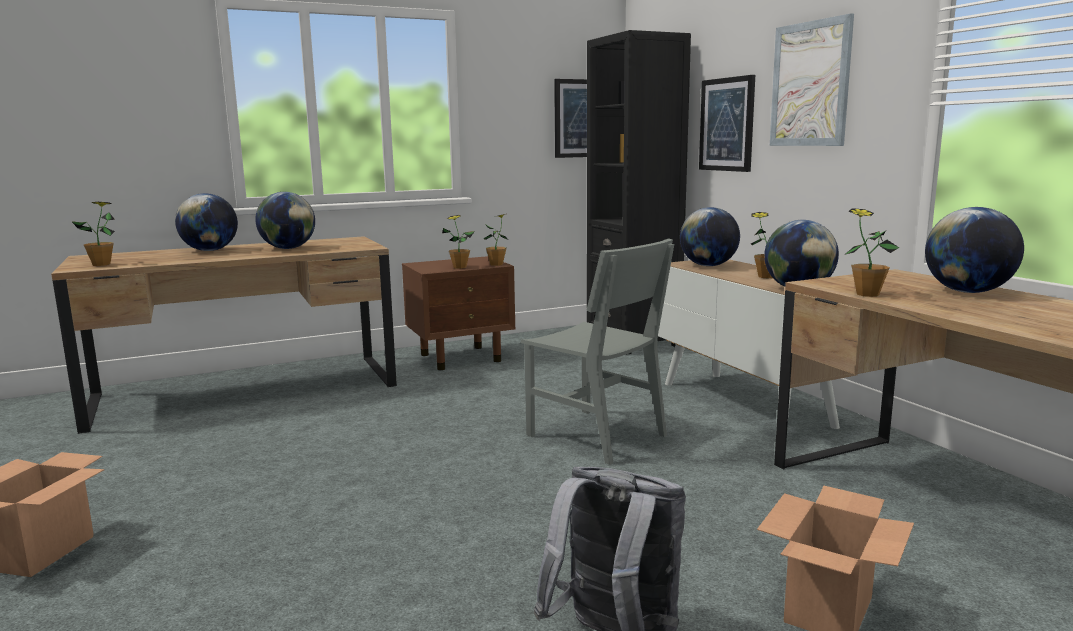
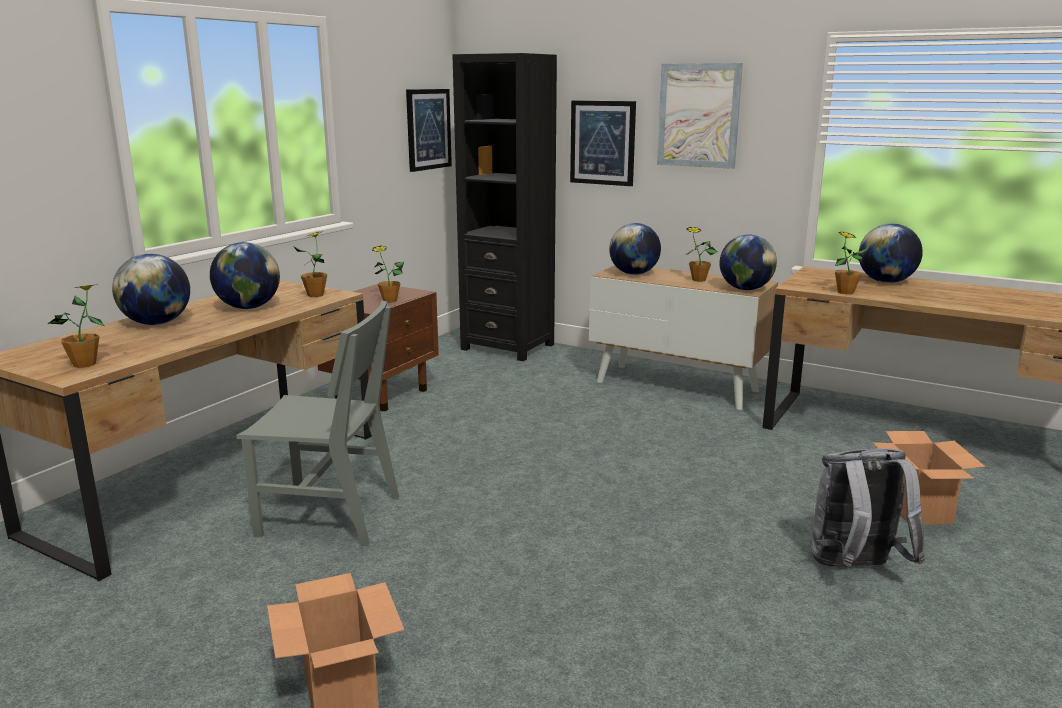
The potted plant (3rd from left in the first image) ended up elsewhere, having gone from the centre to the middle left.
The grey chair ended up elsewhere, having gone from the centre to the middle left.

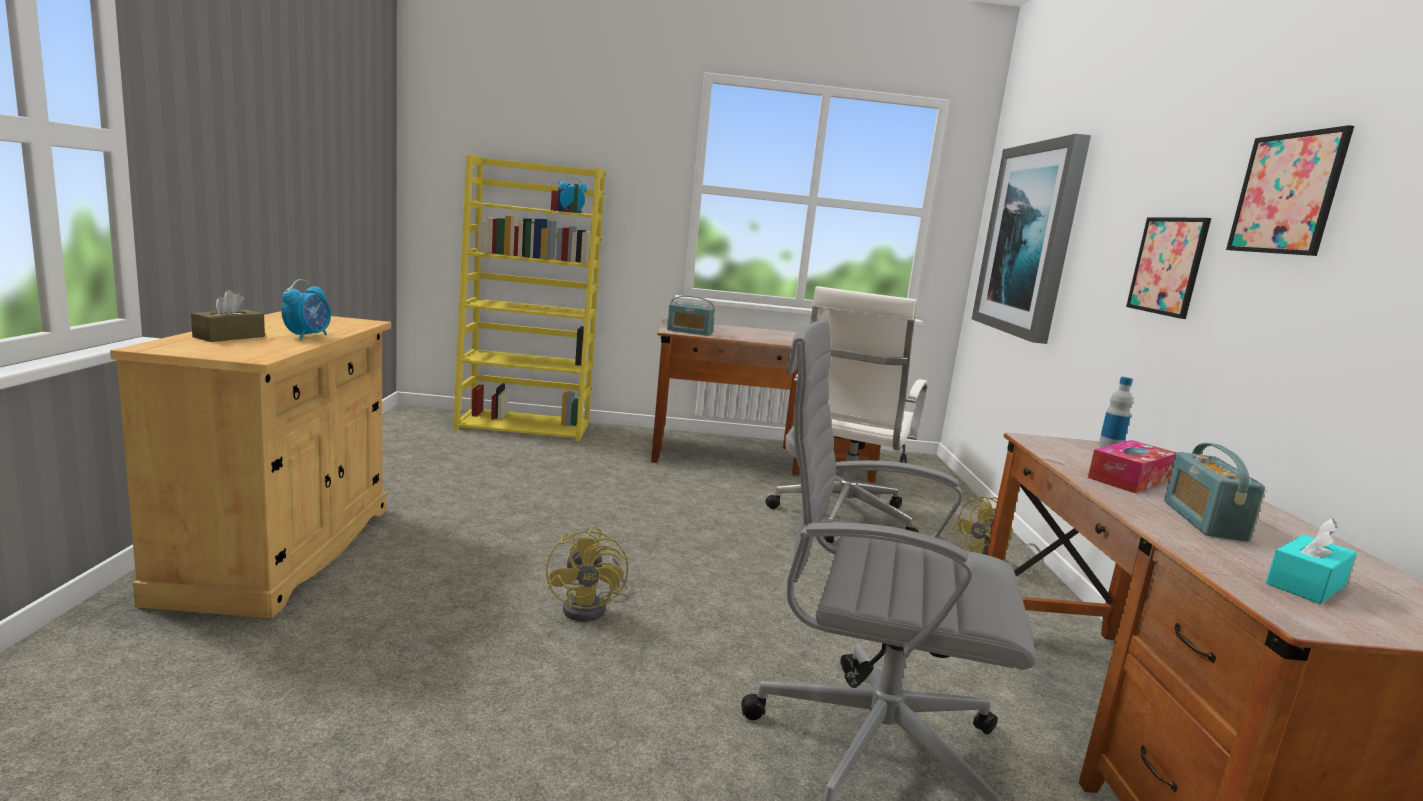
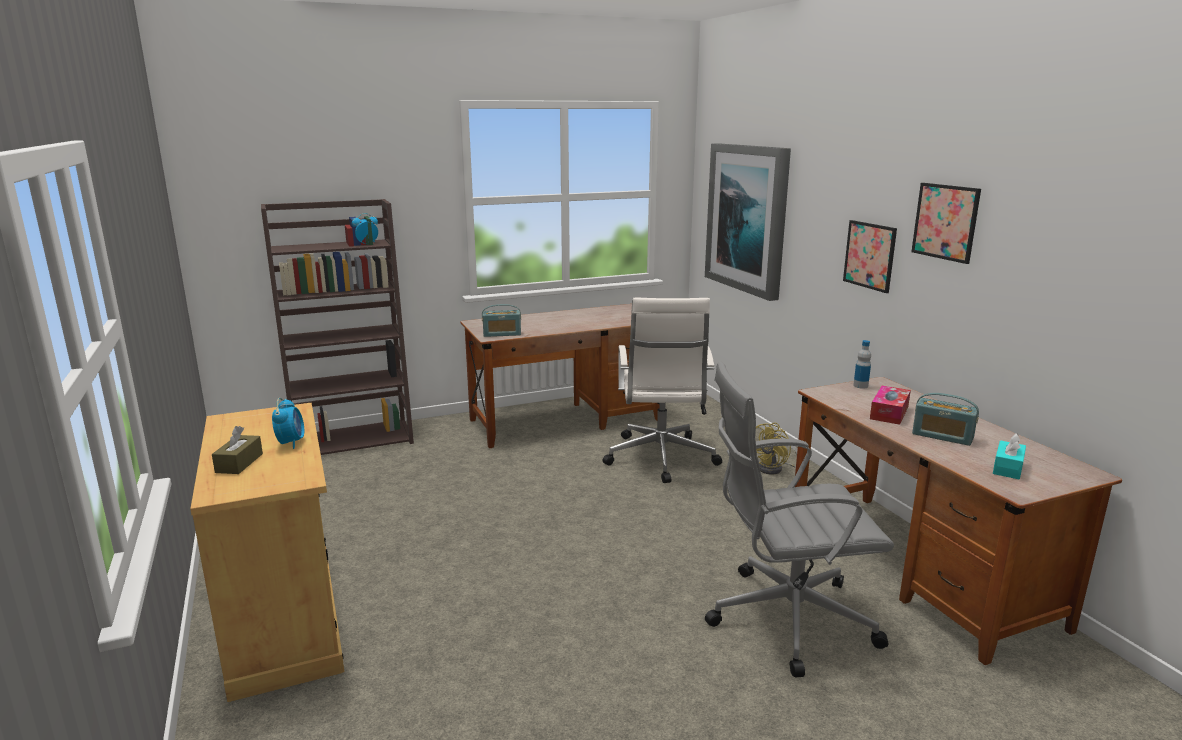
What was the yellow bookcase at the centre turned into the brown bookcase at the middle left.
The second view lost the yellow fan (1st from left) at the bottom centre.
The radio (2nd from left) at the middle right ended up facing another way, 45 degrees counterclockwise from before.

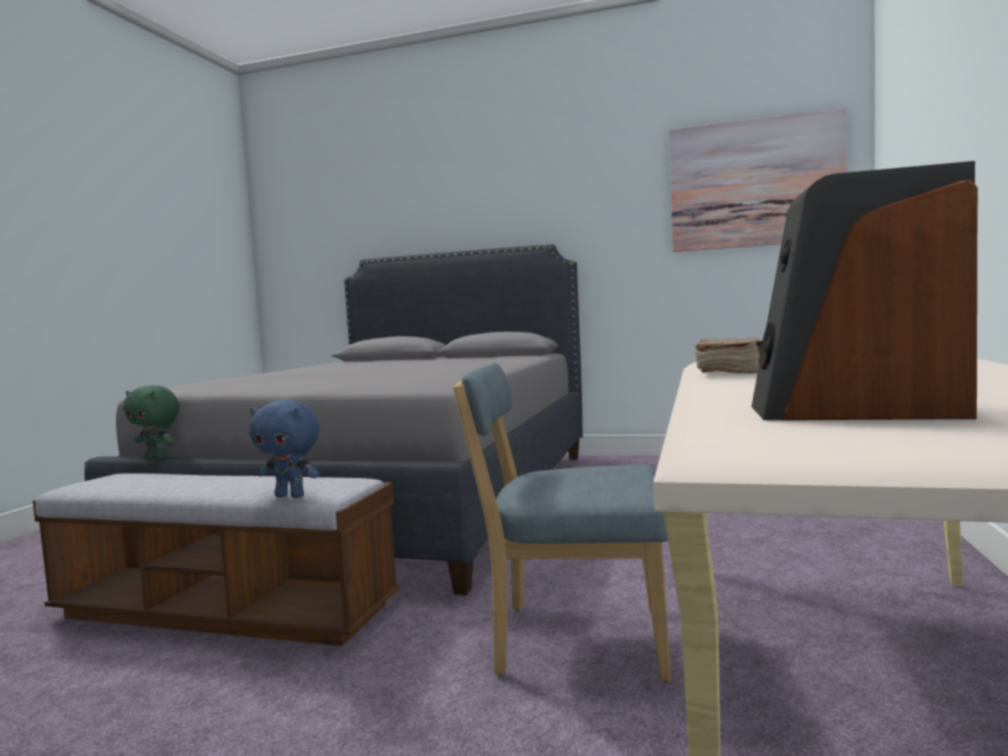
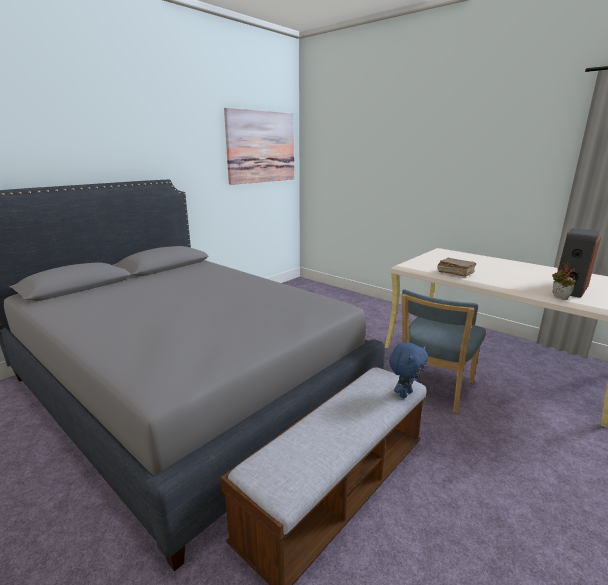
The second view lost the green plush toy at the middle left.
The second view gained the potted plant at the middle right.

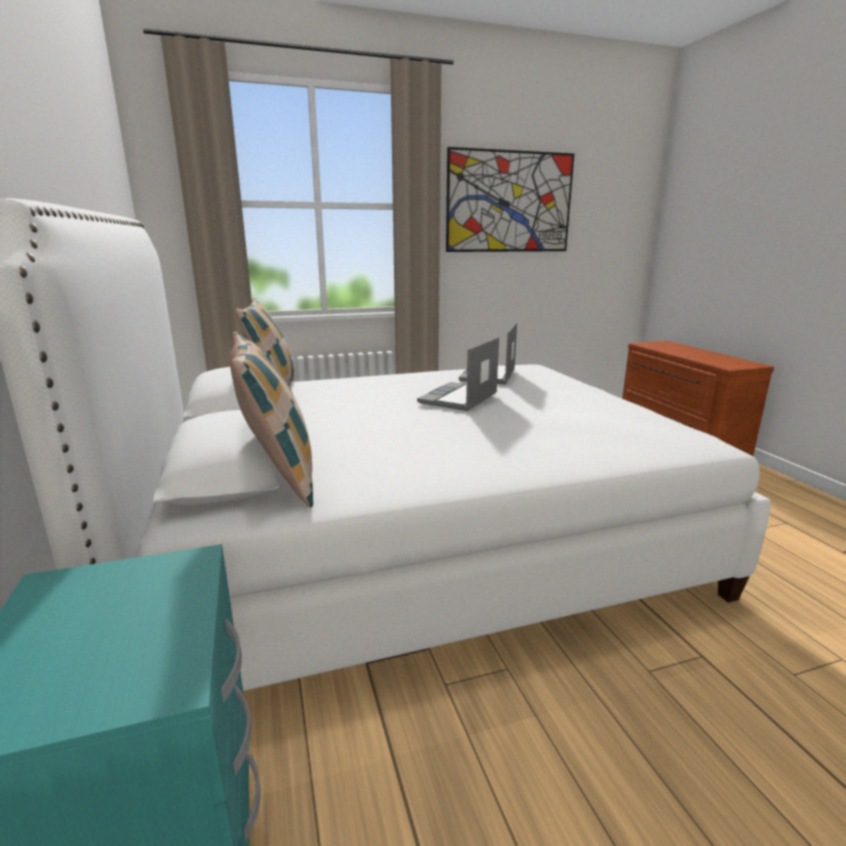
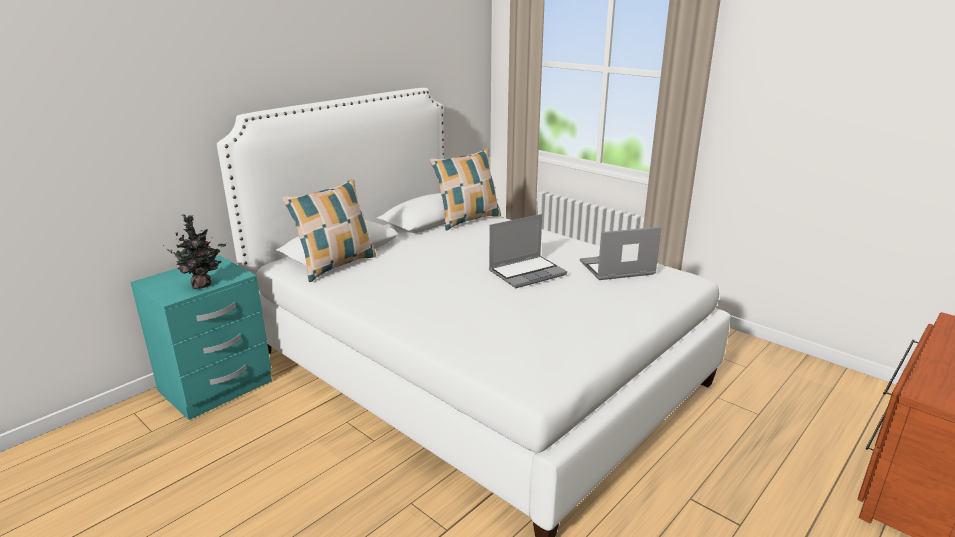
The laptop (1st from left) at the centre ended up facing another way, 150 degrees clockwise from before.
The second view lost the picture at the top centre.
The second view gained the potted plant at the middle left.

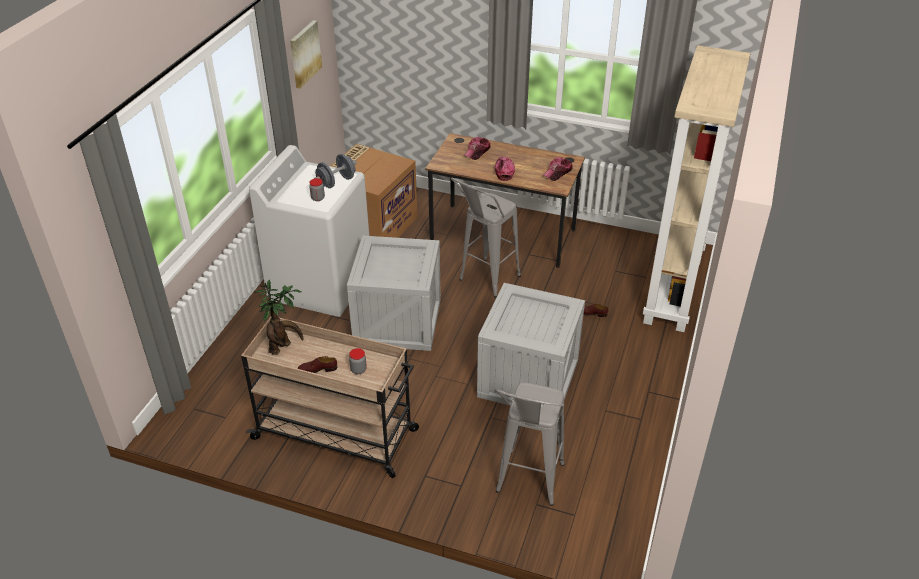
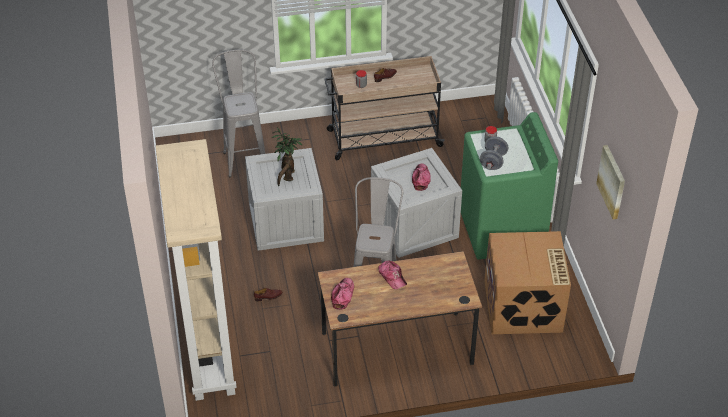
What was the white washing machine at the centre turned into the green washing machine at the middle right.
The potted plant ended up elsewhere, having gone from the middle left to the centre.
The cap (1st from left in the first image) ended up elsewhere, having gone from the top centre to the centre.

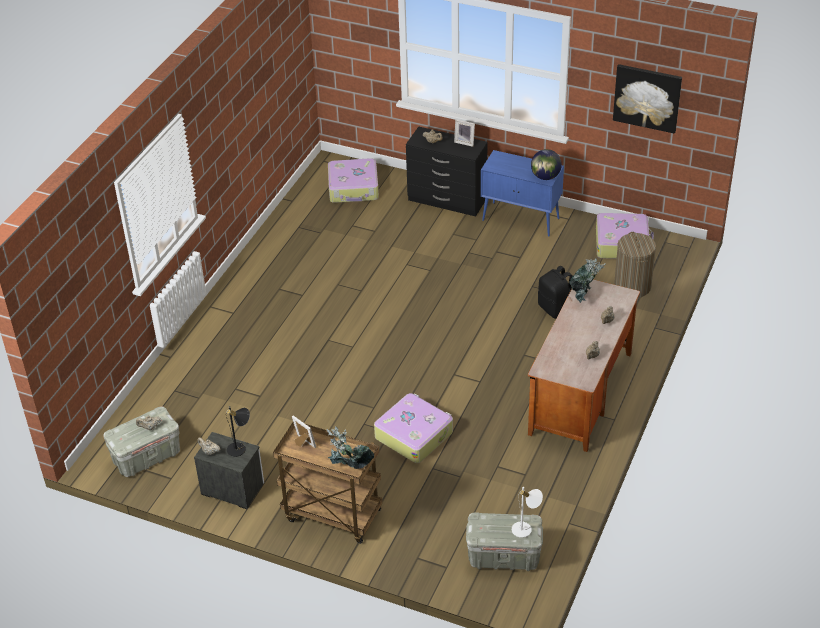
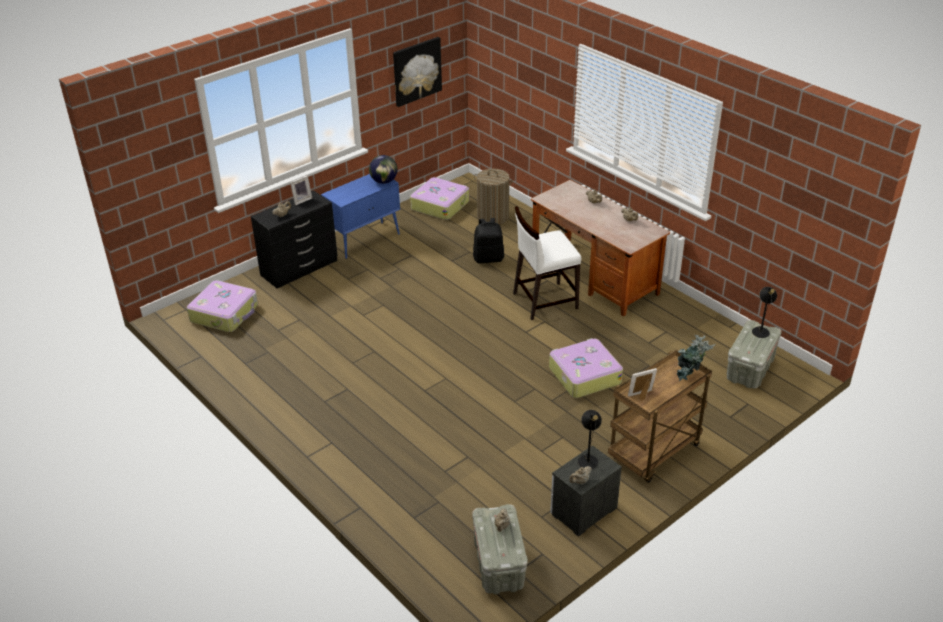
What was the white table lamp at the bottom centre turned into the black table lamp (2nd from left) at the middle right.
The second view lost the potted plant (2nd from left) at the middle right.
The second view gained the white chair at the centre.

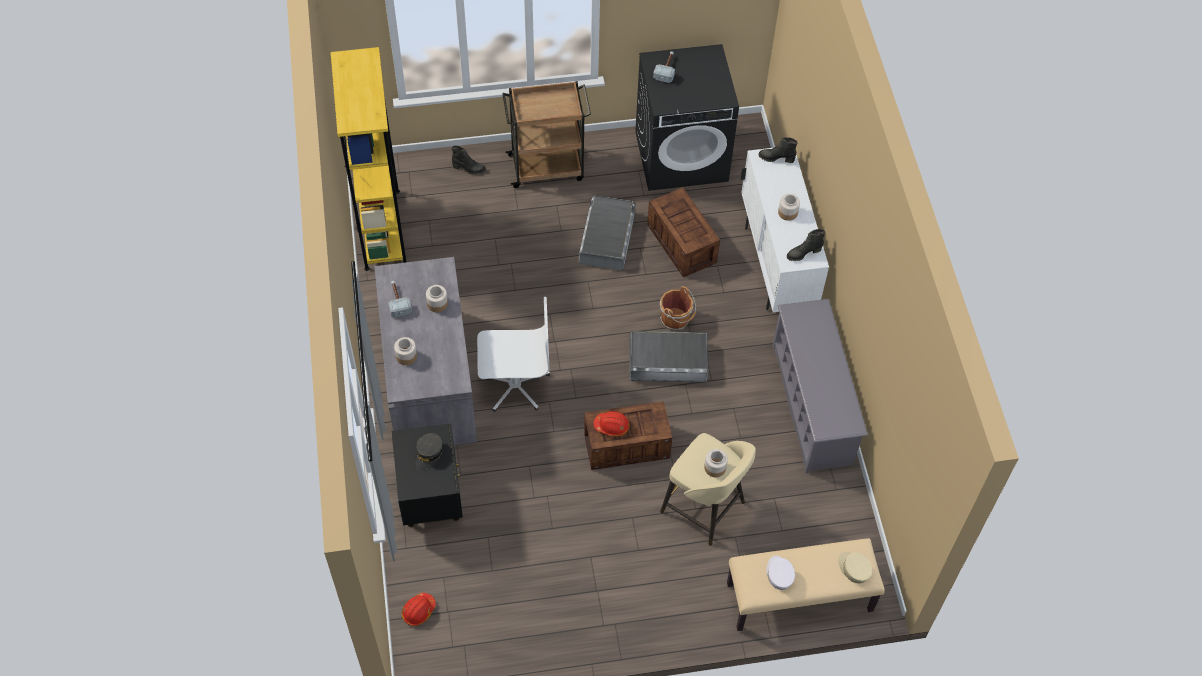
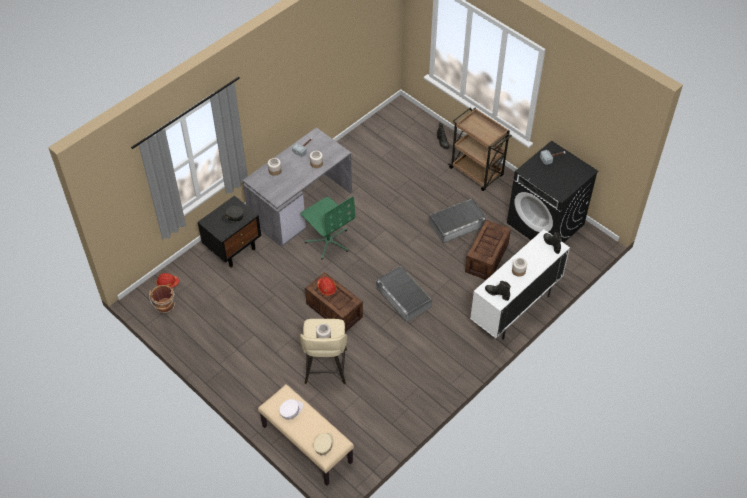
The second view lost the yellow bookcase at the top left.
What was the white office chair at the centre turned into the green office chair at the centre.
The brown bucket ended up elsewhere, having gone from the centre to the middle left.
The second view lost the grey shoe rack at the middle right.

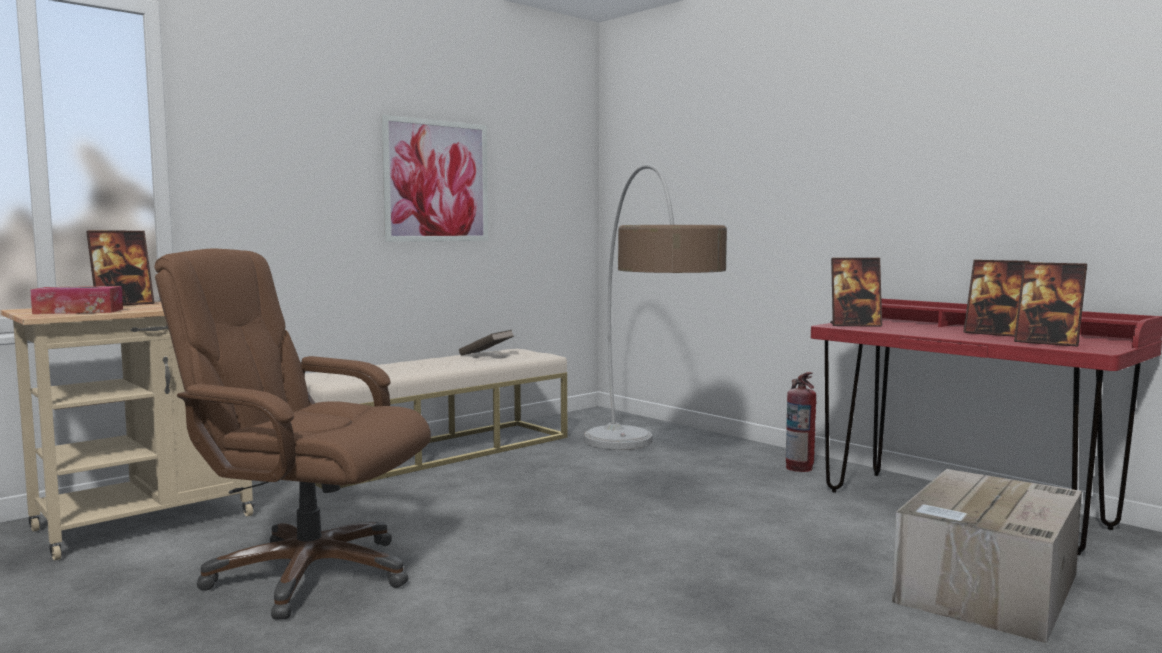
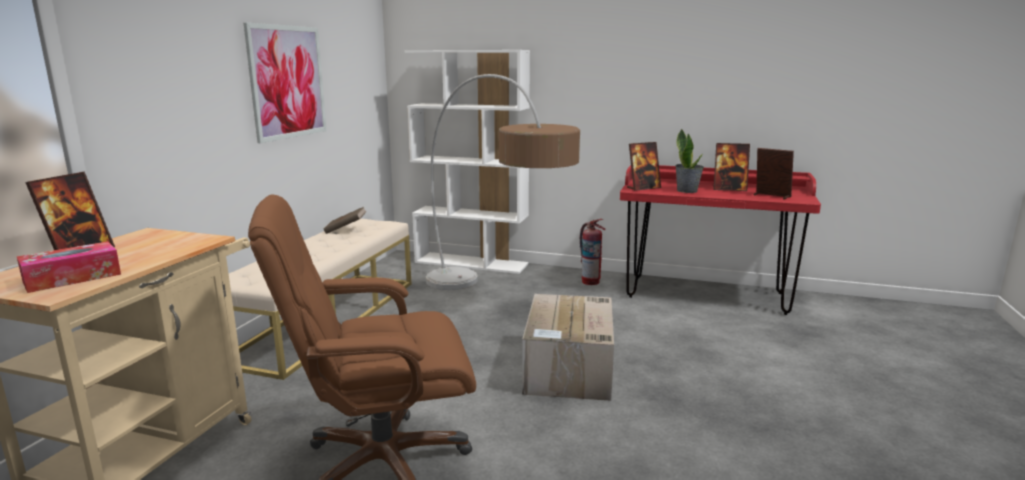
The cardboard box ended up elsewhere, having gone from the bottom right to the bottom centre.
The picture frame (4th from left) at the middle right ended up facing another way, 150 degrees counterclockwise from before.
The second view gained the white bookcase at the centre.
The second view gained the potted plant at the middle right.

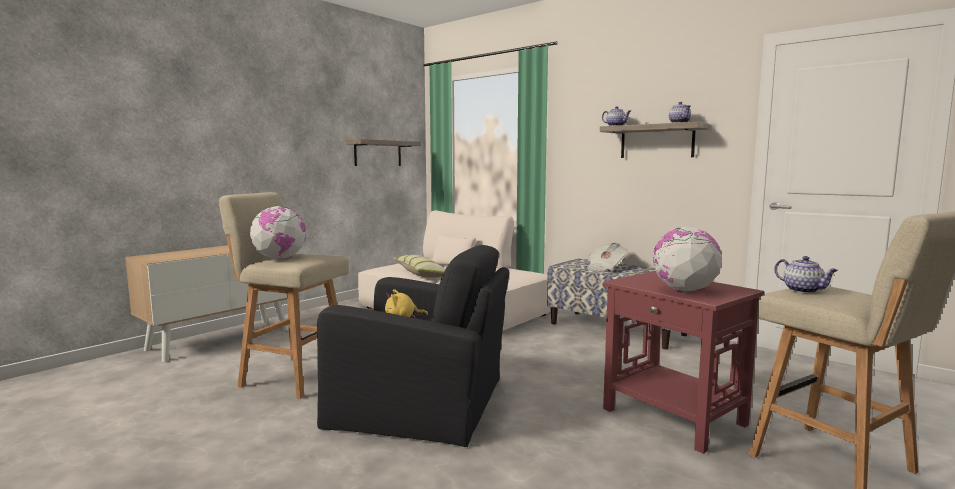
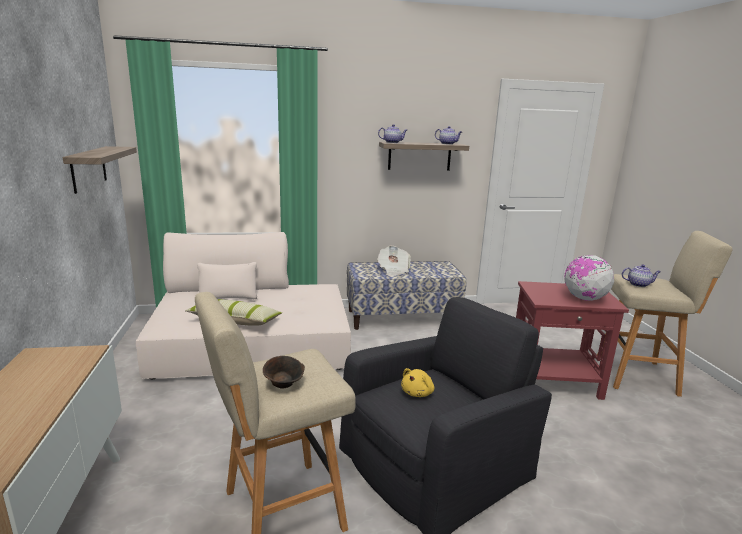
Where the globe (1st from left) stood at the middle left, the brown bowl came to stand at the bottom centre.

